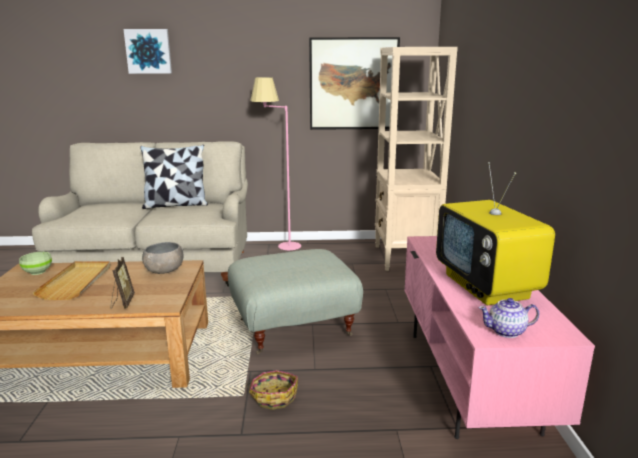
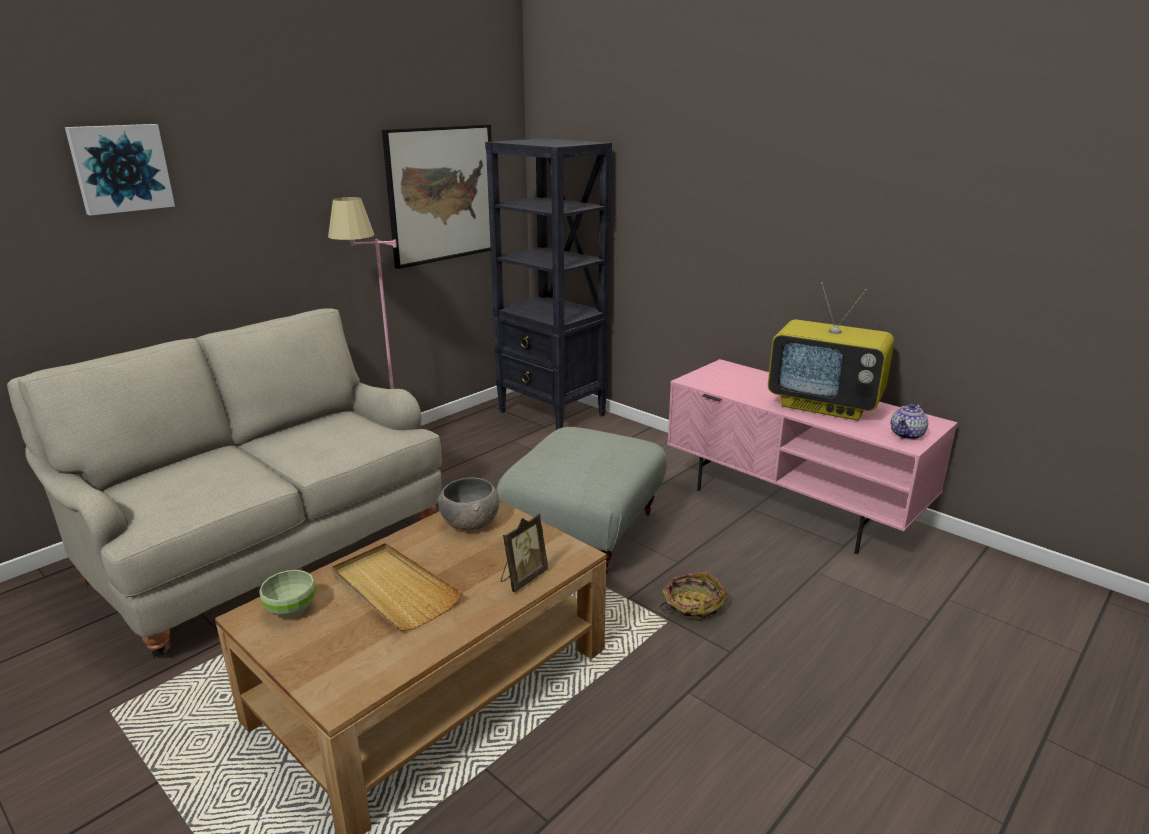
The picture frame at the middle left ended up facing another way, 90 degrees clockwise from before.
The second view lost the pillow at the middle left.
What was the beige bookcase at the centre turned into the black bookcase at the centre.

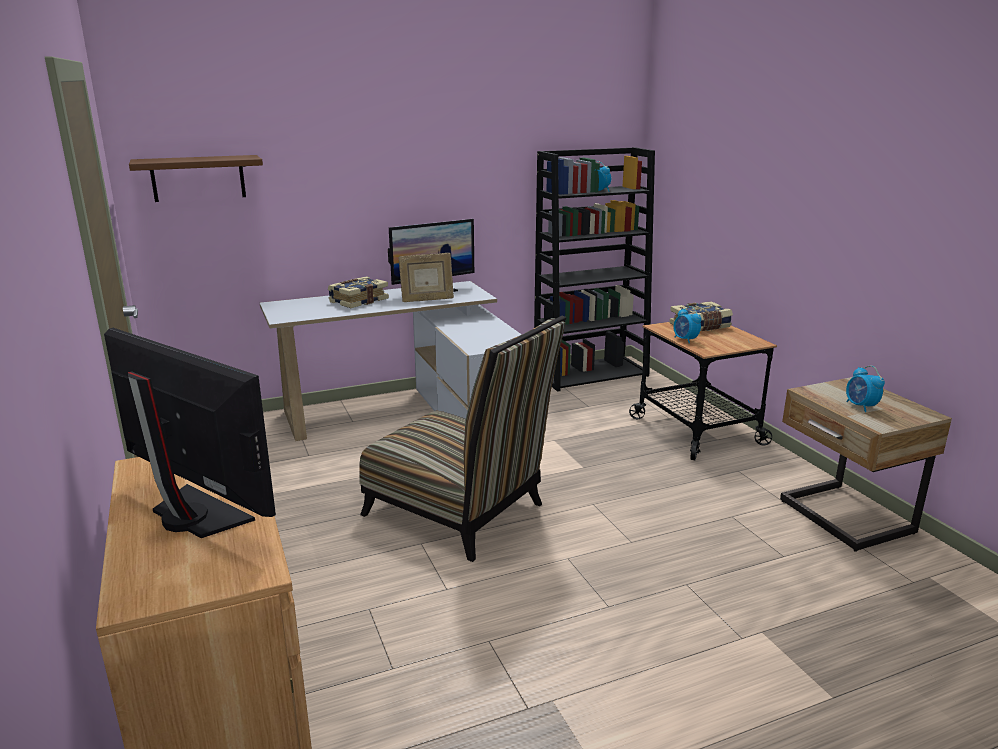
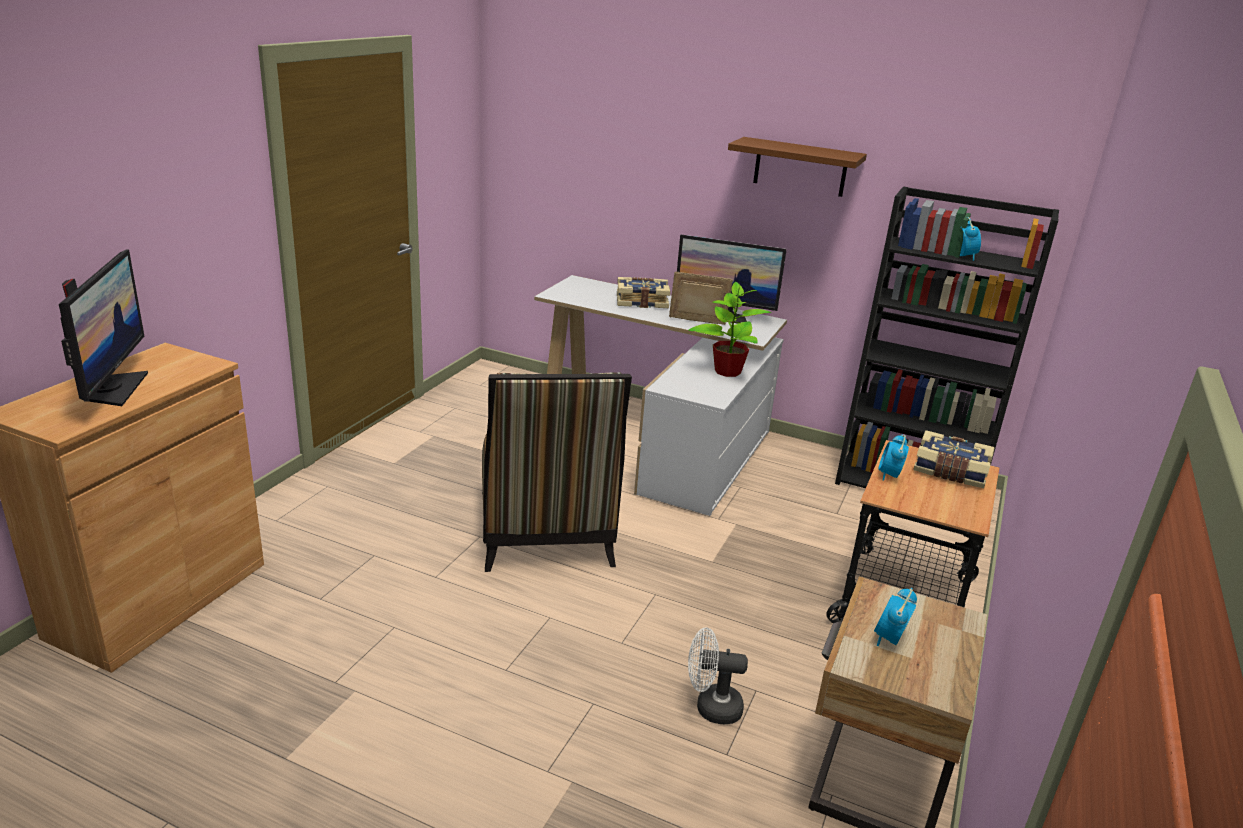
The brown shelf ended up elsewhere, having gone from the top left to the top centre.
The picture frame at the centre ended up facing another way, 150 degrees clockwise from before.
The second view gained the white fan at the bottom centre.
The second view gained the potted plant at the centre.

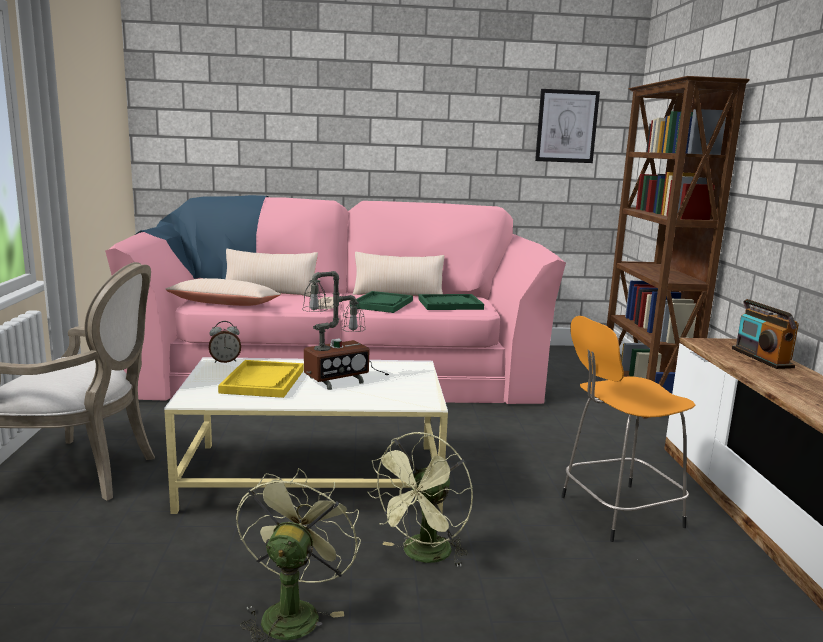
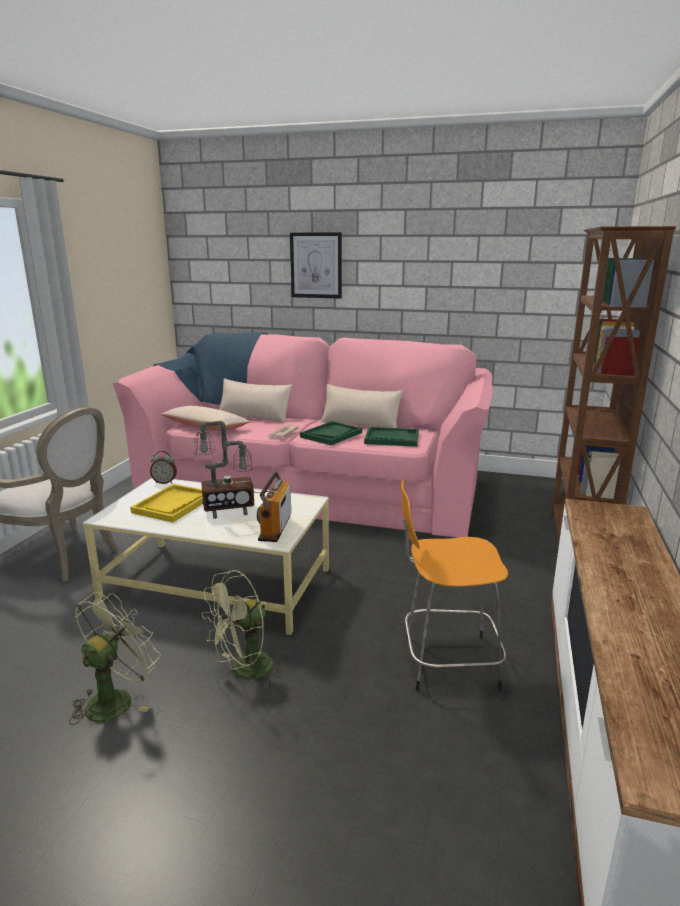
The picture ended up elsewhere, having gone from the top right to the top centre.
The radio ended up elsewhere, having gone from the middle right to the centre.

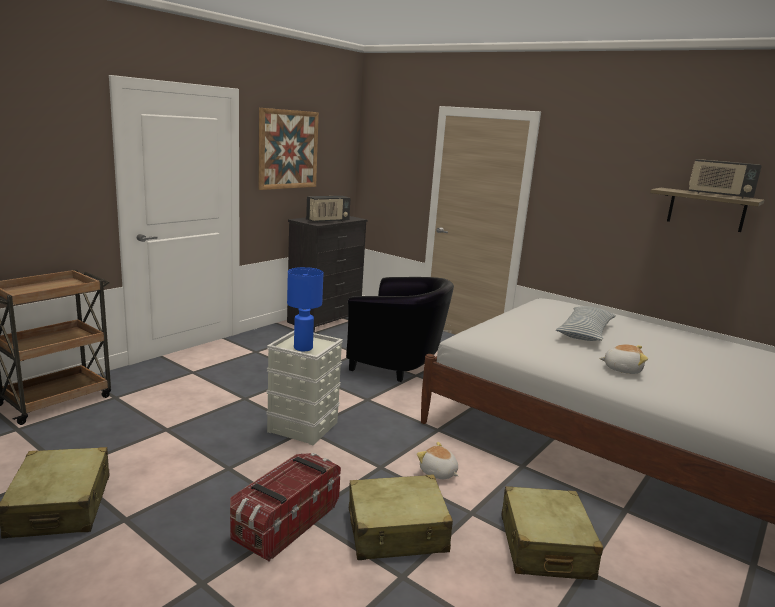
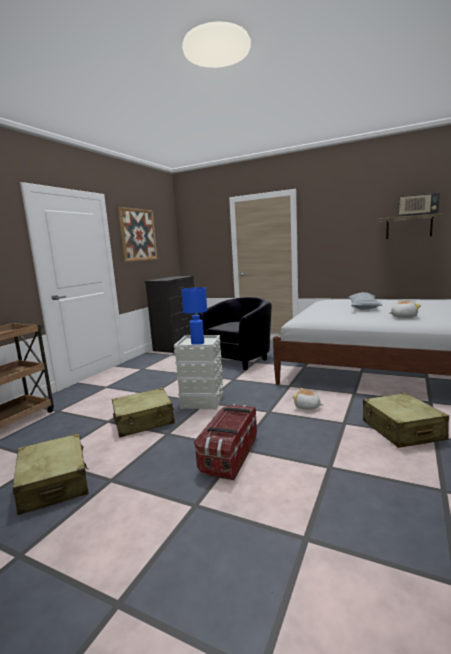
The second view lost the radio (1st from left) at the centre.
The black armchair at the centre ended up facing another way, 60 degrees counterclockwise from before.
The beige suitcase (2nd from left) ended up elsewhere, having gone from the bottom centre to the middle left.

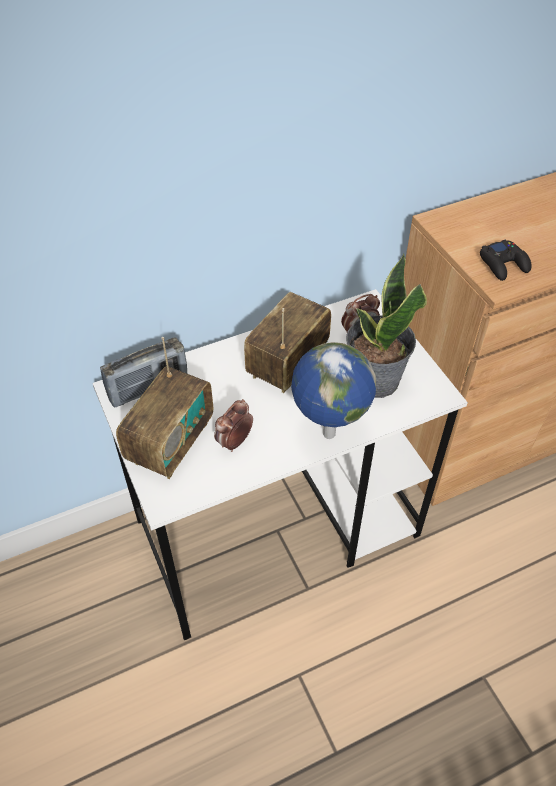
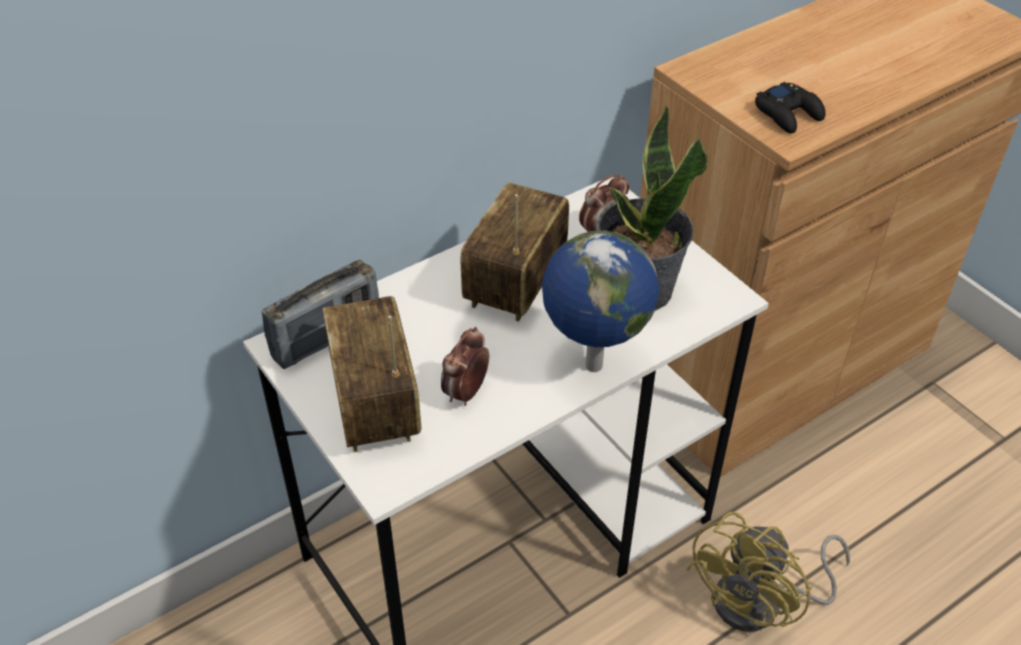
The radio (2nd from left) at the middle left ended up facing another way, 150 degrees clockwise from before.
The second view gained the yellow fan at the bottom right.

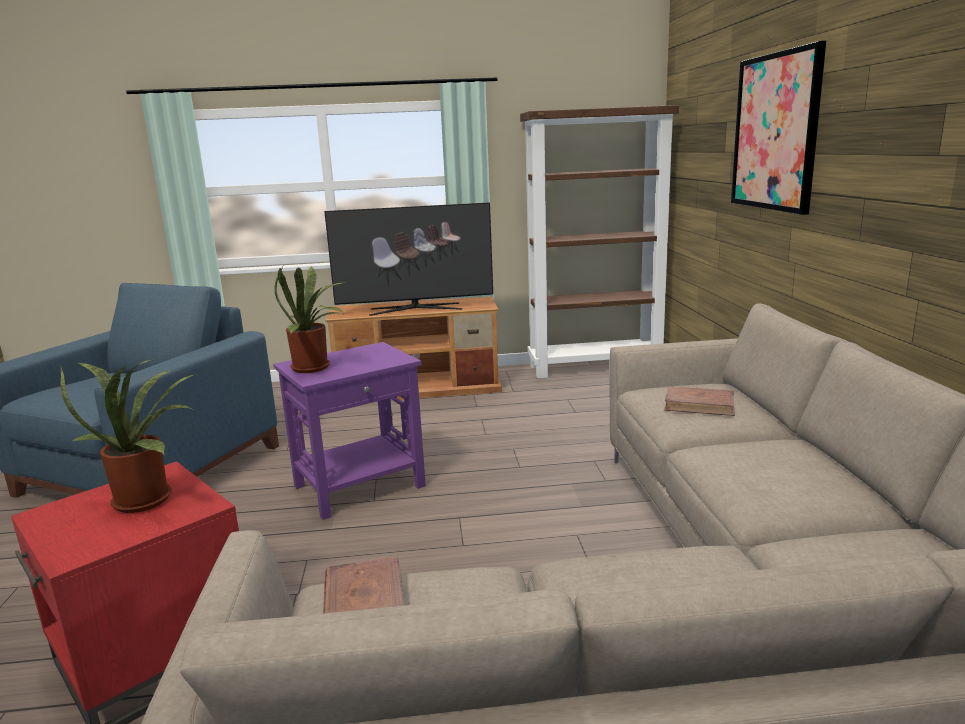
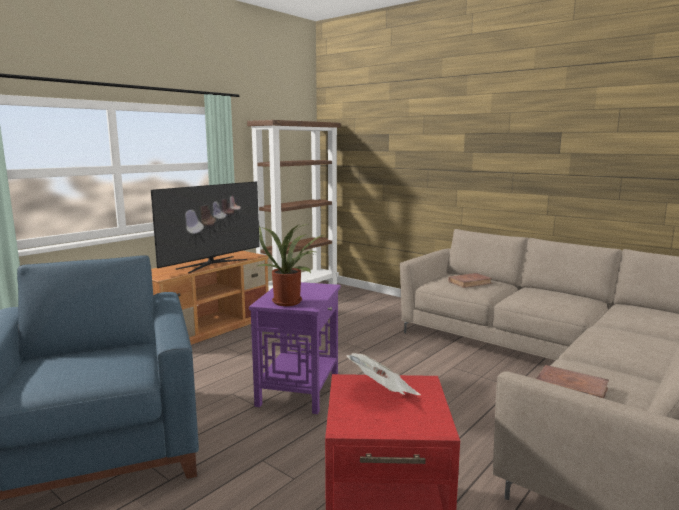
Where the potted plant (1st from left) stood at the middle left, the newspaper came to stand at the bottom centre.
The second view lost the picture at the top right.

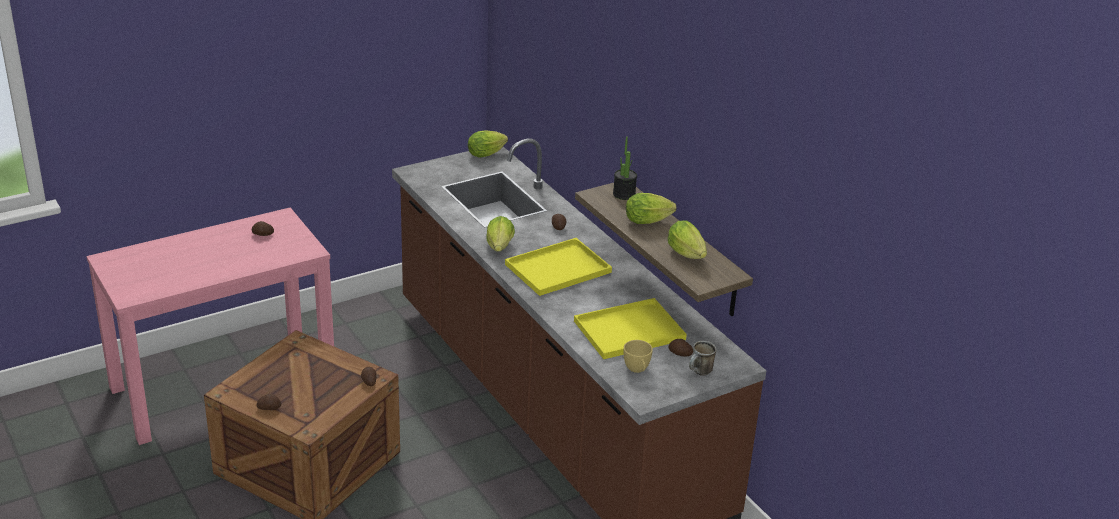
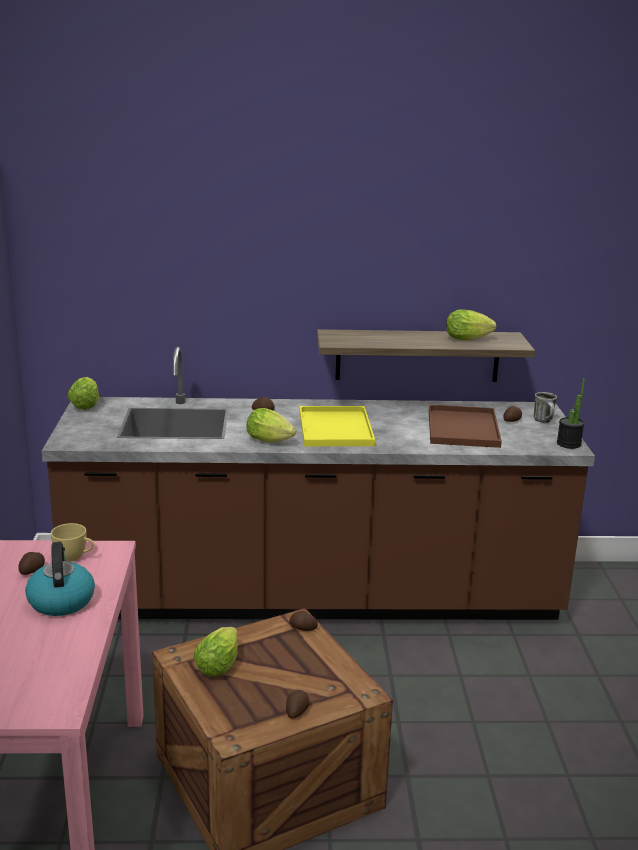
What was the yellow tray (2nd from left) at the centre turned into the brown tray at the middle right.
The potted plant ended up elsewhere, having gone from the top centre to the middle right.
The yellow cup ended up elsewhere, having gone from the bottom centre to the middle left.
The lettuce (3rd from left in the first image) ended up elsewhere, having gone from the centre to the bottom centre.
The second view gained the kettle at the bottom left.

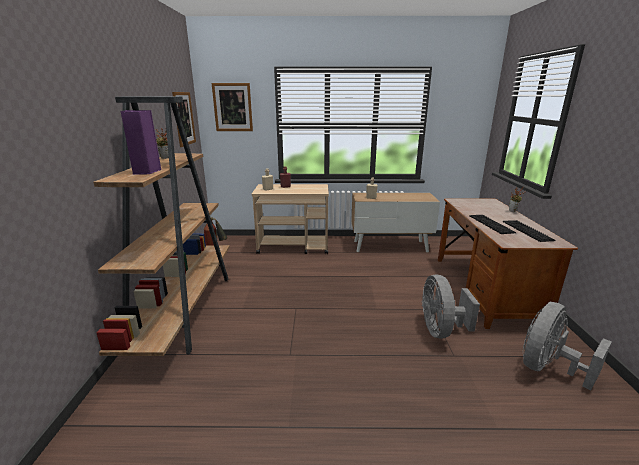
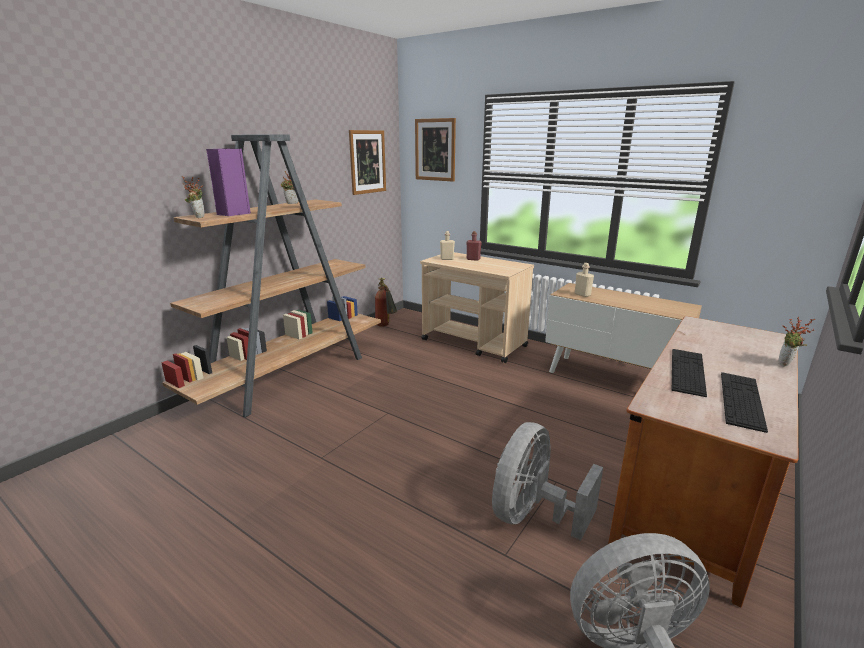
The second view gained the potted plant (1st from left) at the top left.

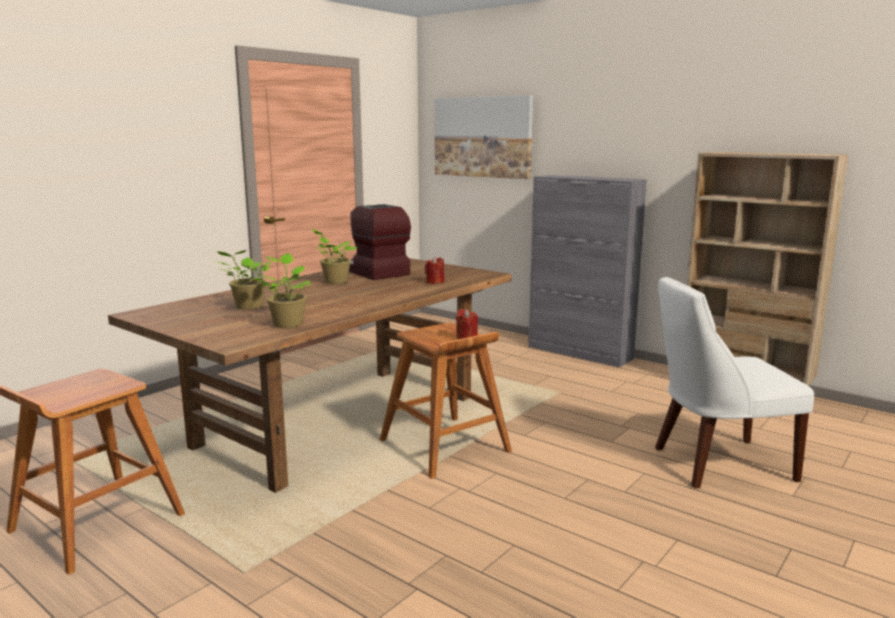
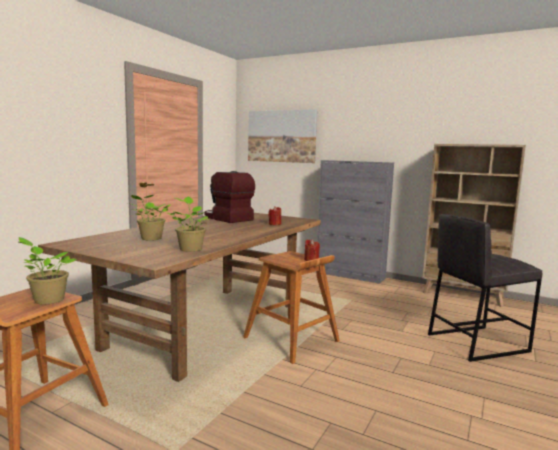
The potted plant (3rd from left in the first image) ended up elsewhere, having gone from the centre to the middle left.
Where the white chair stood at the middle right, the grey stool came to stand at the middle right.

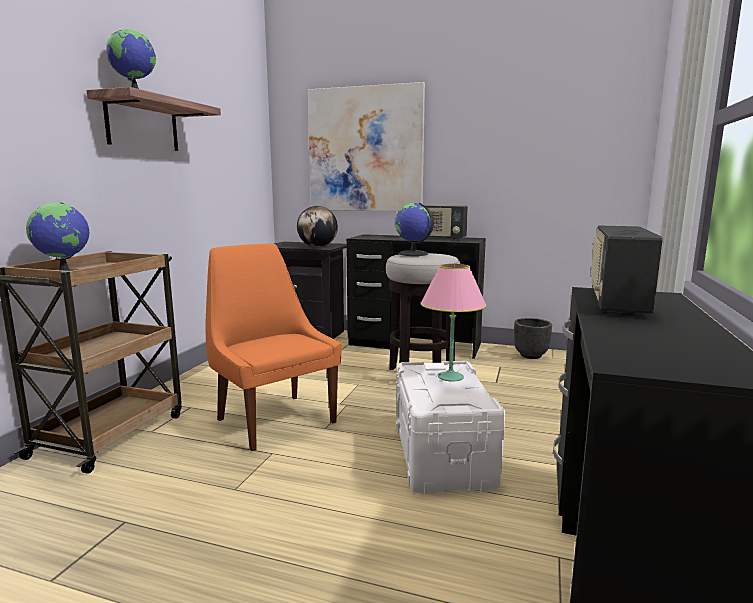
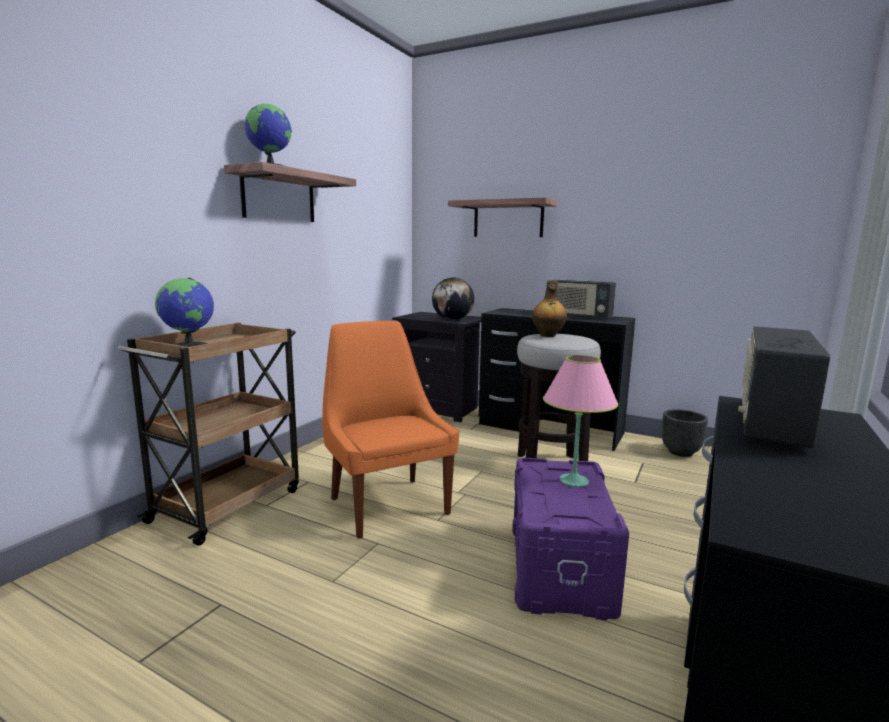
Where the picture hung at the top centre, the shelf (2nd from left) came to hang at the top centre.
Where the globe (4th from left) stood at the centre, the bottle came to stand at the centre.
What was the white storage box at the bottom centre turned into the purple storage box at the bottom centre.

